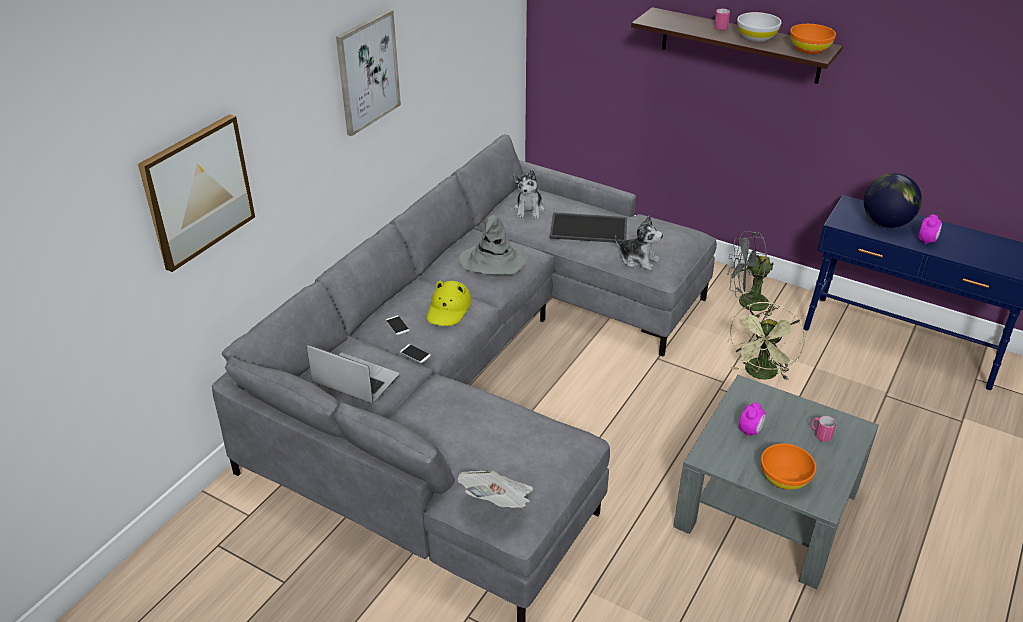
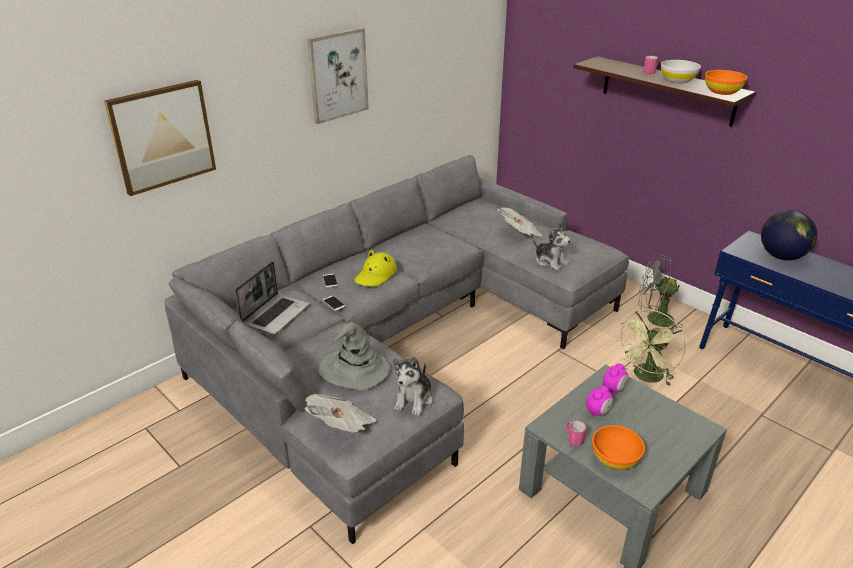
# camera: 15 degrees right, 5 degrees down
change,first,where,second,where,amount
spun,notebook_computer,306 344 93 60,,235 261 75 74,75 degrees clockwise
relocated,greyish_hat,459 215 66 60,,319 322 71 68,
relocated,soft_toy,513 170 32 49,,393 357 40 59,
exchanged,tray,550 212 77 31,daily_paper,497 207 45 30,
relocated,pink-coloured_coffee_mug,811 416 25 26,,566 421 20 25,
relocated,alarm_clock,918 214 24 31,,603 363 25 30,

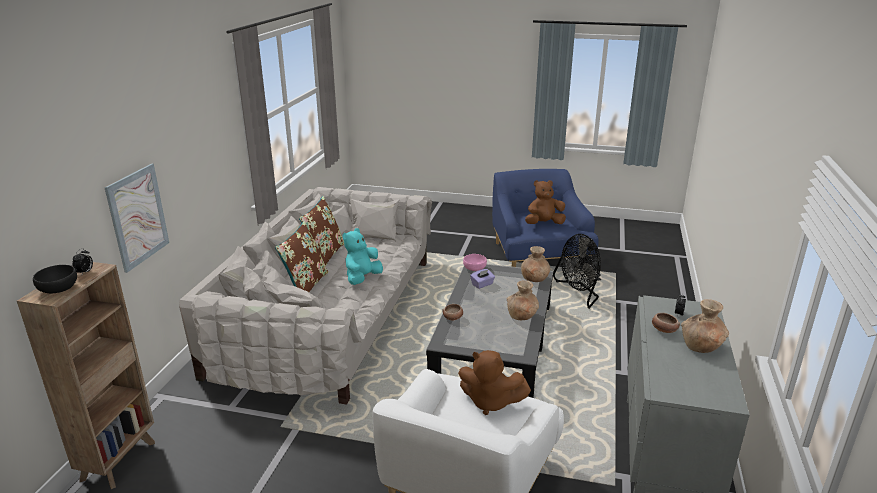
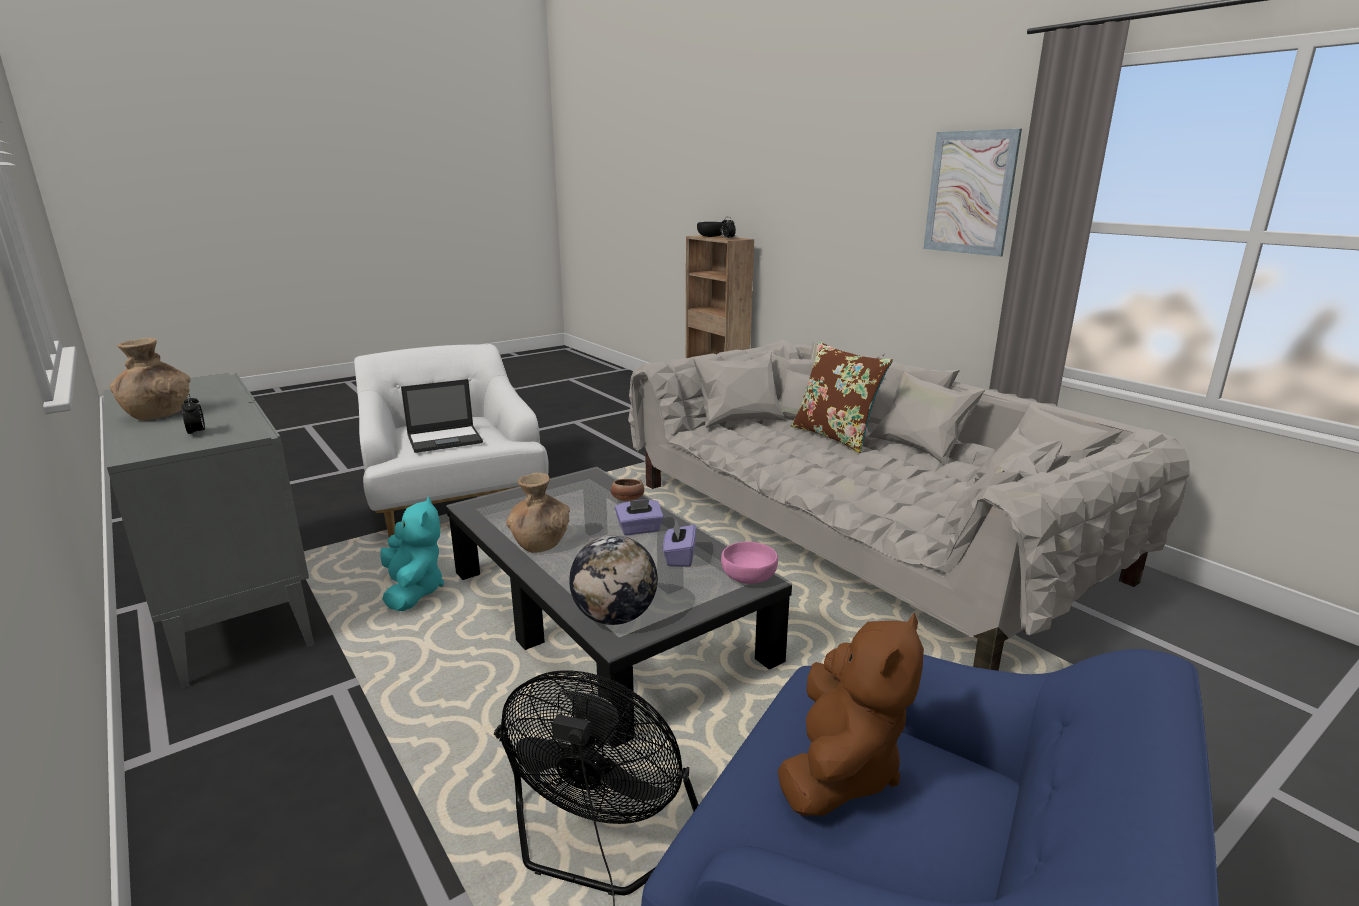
# camera: 130 degrees right, 5 degrees down
change,first,where,second,where,amount
relocated,wall_picture,104 164 65 109,,924 129 98 128,
missing,brown_throw_pillow,299 196 45 70,,,
relocated,turquoise_soft_toy,343 228 40 57,,380 497 64 114,
exchanged,brown_soft_toy,458 350 73 65,notebook_computer,401 379 82 74,
exchanged,brown_flower_vase,521 246 29 36,desk_globe,569 535 89 90,
missing,bowl,652 313 28 20,,,
appeared,,,purple-coloured_box_of_tissues,615 500 49 35,

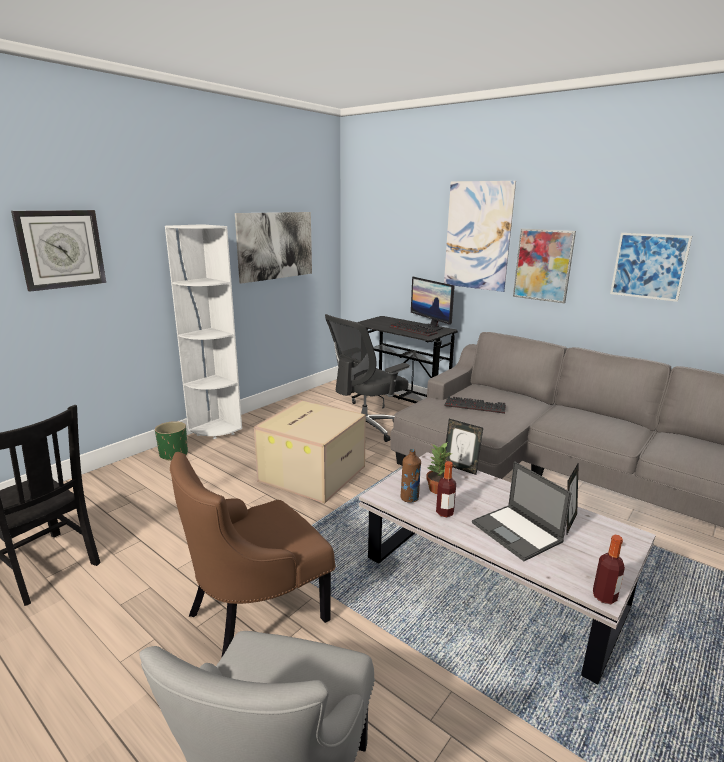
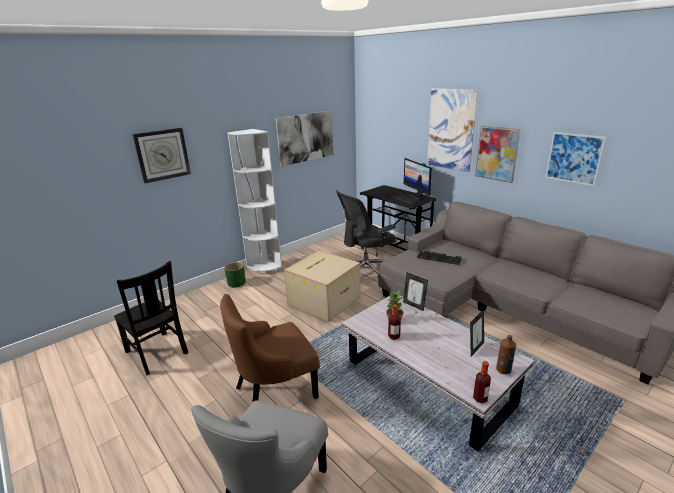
# camera: 10 degrees right, 5 degrees up
change,first,where,second,where,amount
relocated,brown_bottle,401 449 20 54,,496 335 20 39,
missing,notebook_computer,472 461 99 100,,,

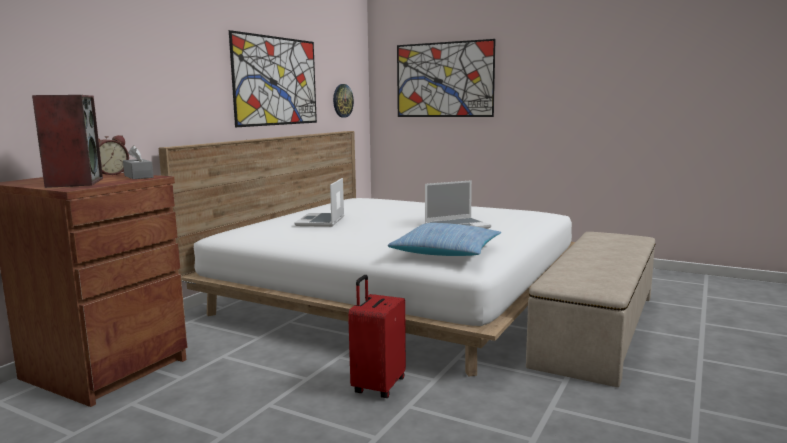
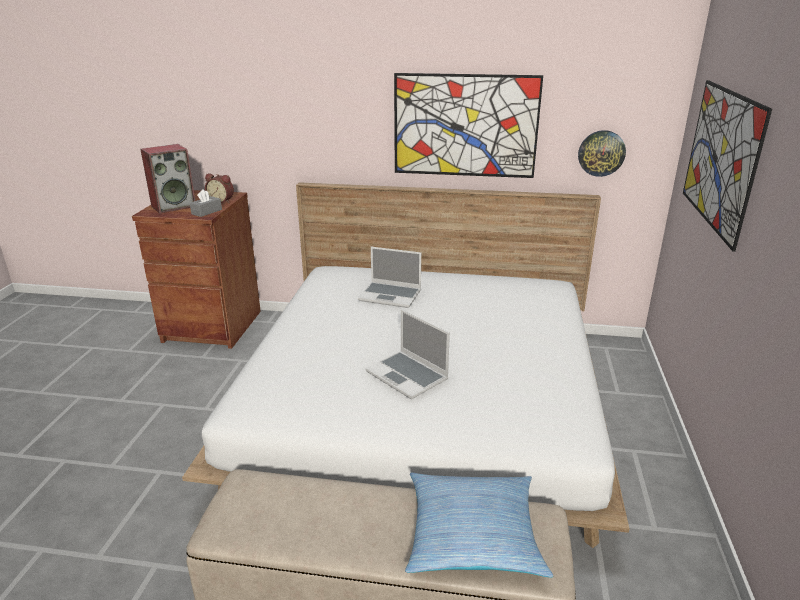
# camera: 70 degrees right, 15 degrees up
change,first,where,second,where,amount
spun,notebook_computer,294 178 50 49,,358 247 63 61,150 degrees counterclockwise
missing,reddish_suitcase,348 275 58 123,,,
relocated,throw_pillow,388 223 113 33,,405 472 148 106,

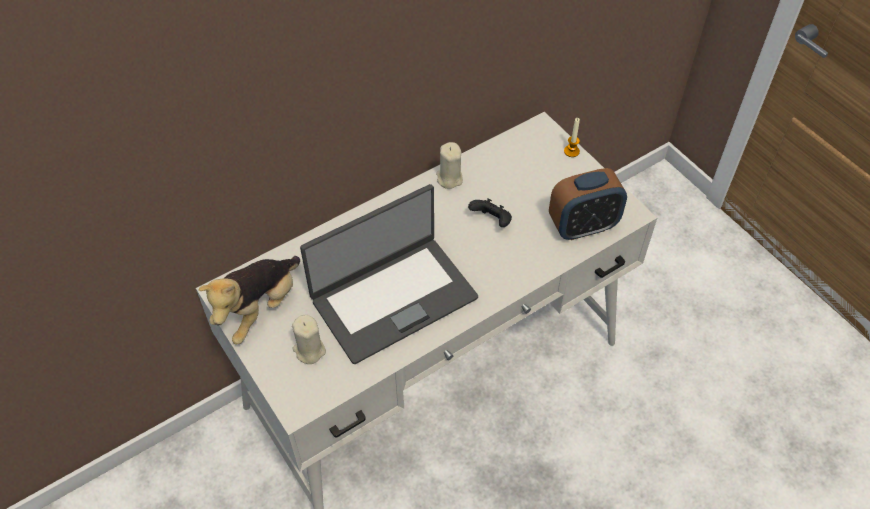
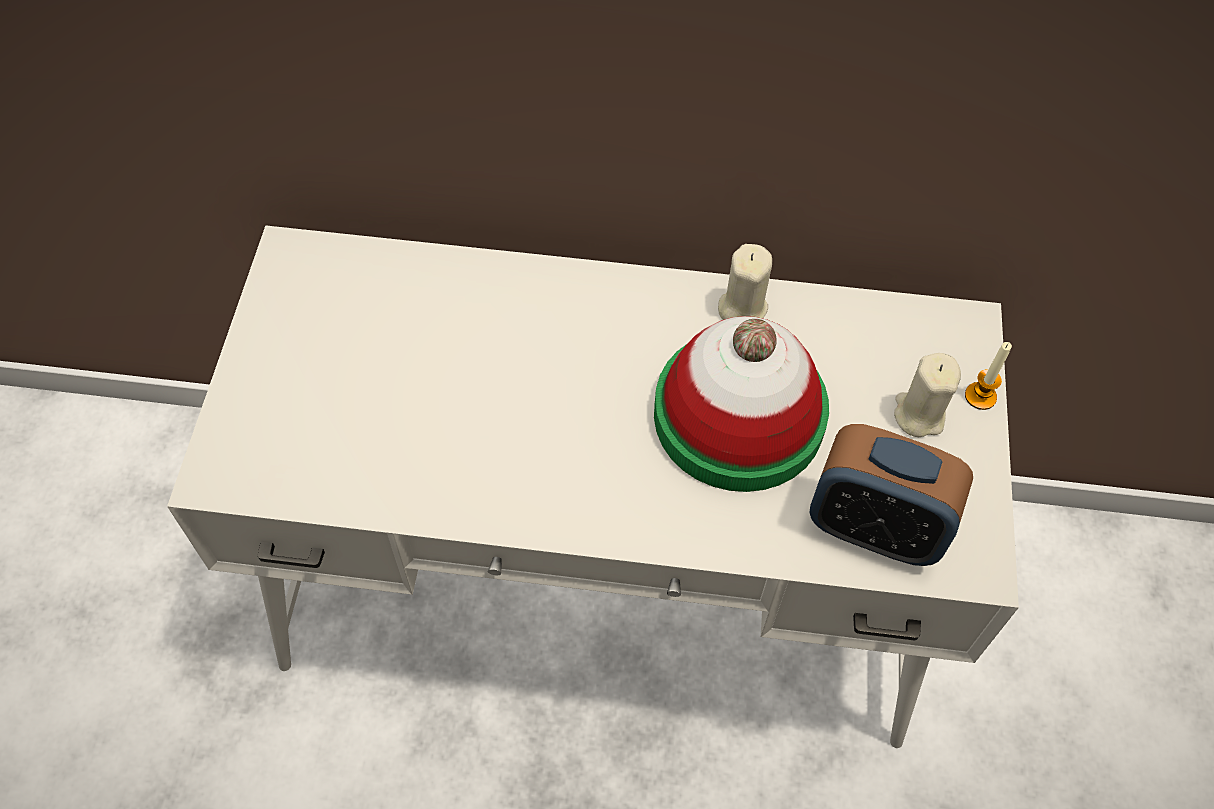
# camera: 40 degrees right, 5 degrees up
change,first,where,second,where,amount
missing,soft_toy,199 256 101 88,,,
relocated,beige_candle,292 315 34 49,,894 353 67 84,
missing,notebook_computer,300 184 178 180,,,
exchanged,black-coloured_gamepad,468 198 44 29,hat,654 316 175 176,

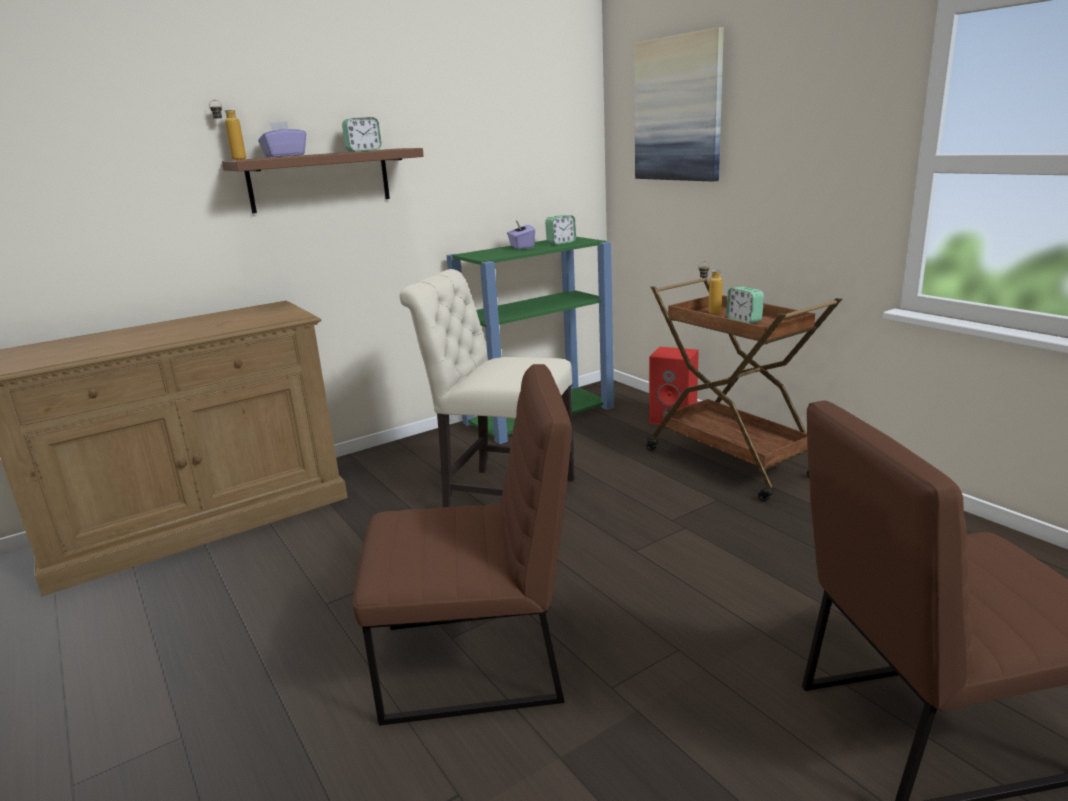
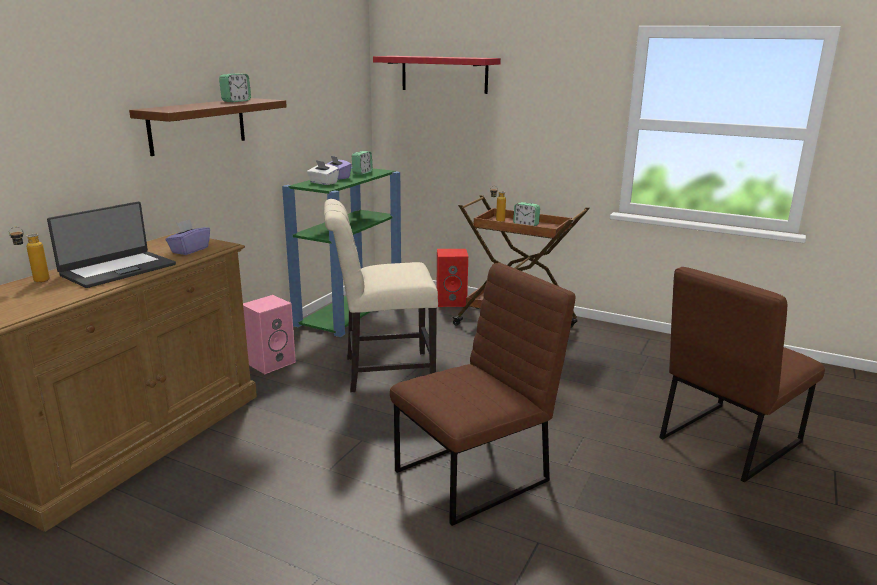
# camera: 30 degrees left, 0 degrees up
change,first,where,second,where,amount
relocated,bottle,209 100 37 60,,9 227 41 55,
relocated,purple-coloured_box_of_tissues,258 121 48 36,,166 219 44 36,
exchanged,wall_picture,634 27 90 155,reddish_shelf,373 56 128 38,
appeared,,,notebook_computer,47 202 129 86,
appeared,,,pink-coloured_audio_speaker,243 295 53 79,
appeared,,,white-coloured_box_of_tissues,307 160 32 25,

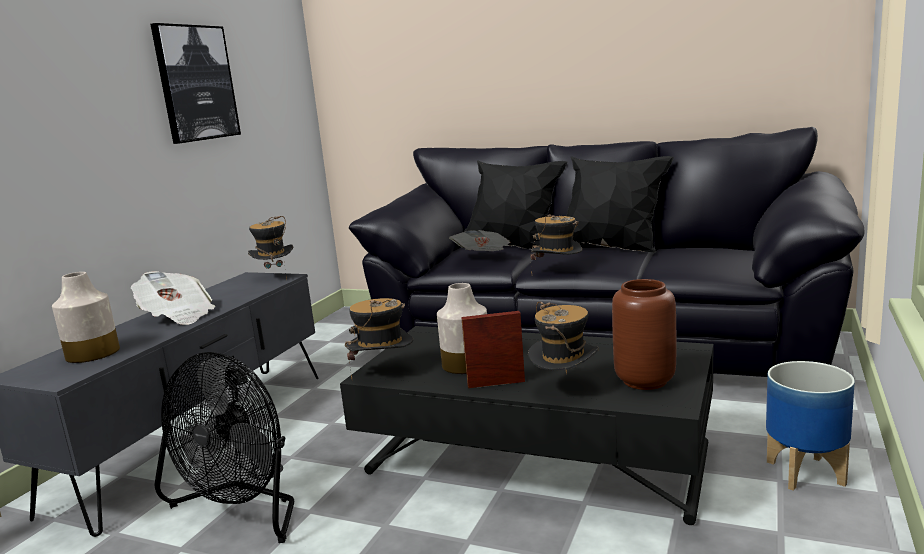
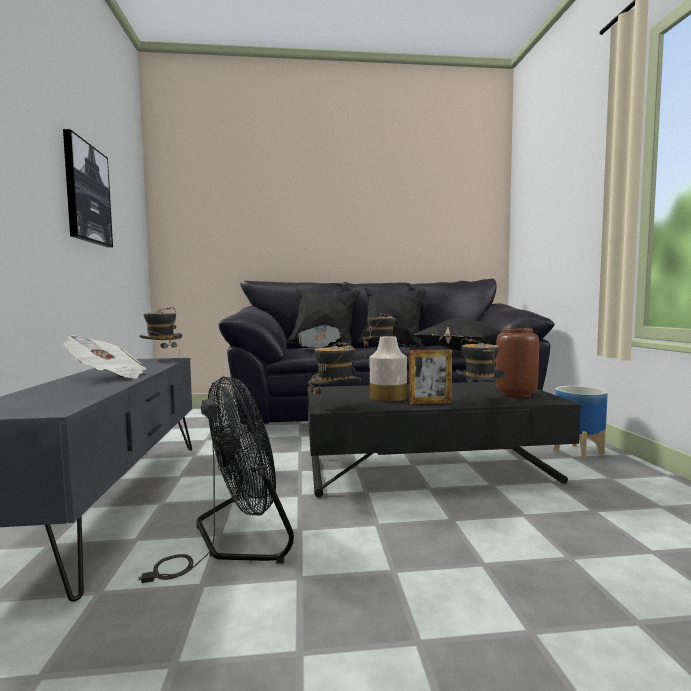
# camera: 30 degrees left, 10 degrees down
change,first,where,second,where,amount
missing,beige_flower_vase,52 272 68 91,,,
spun,black-coloured_electric_fan,154 352 140 191,,137 376 157 207,120 degrees counterclockwise
spun,photo_frame,461 311 64 78,,409 349 43 55,150 degrees counterclockwise
appeared,,,black-coloured_throw_pillow,410 316 92 36,

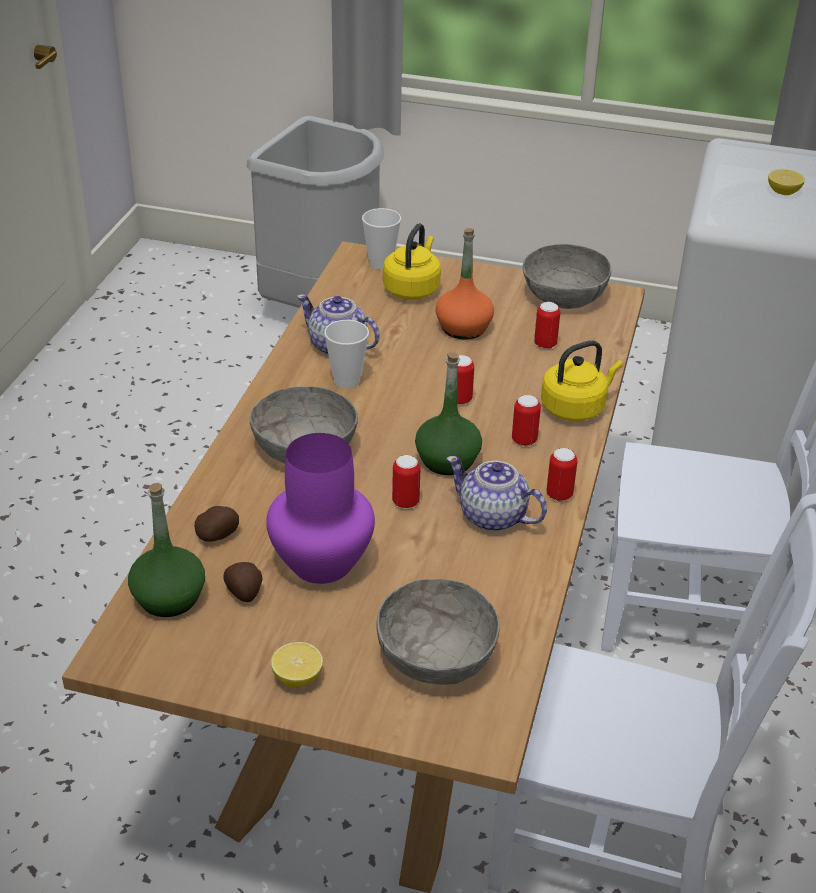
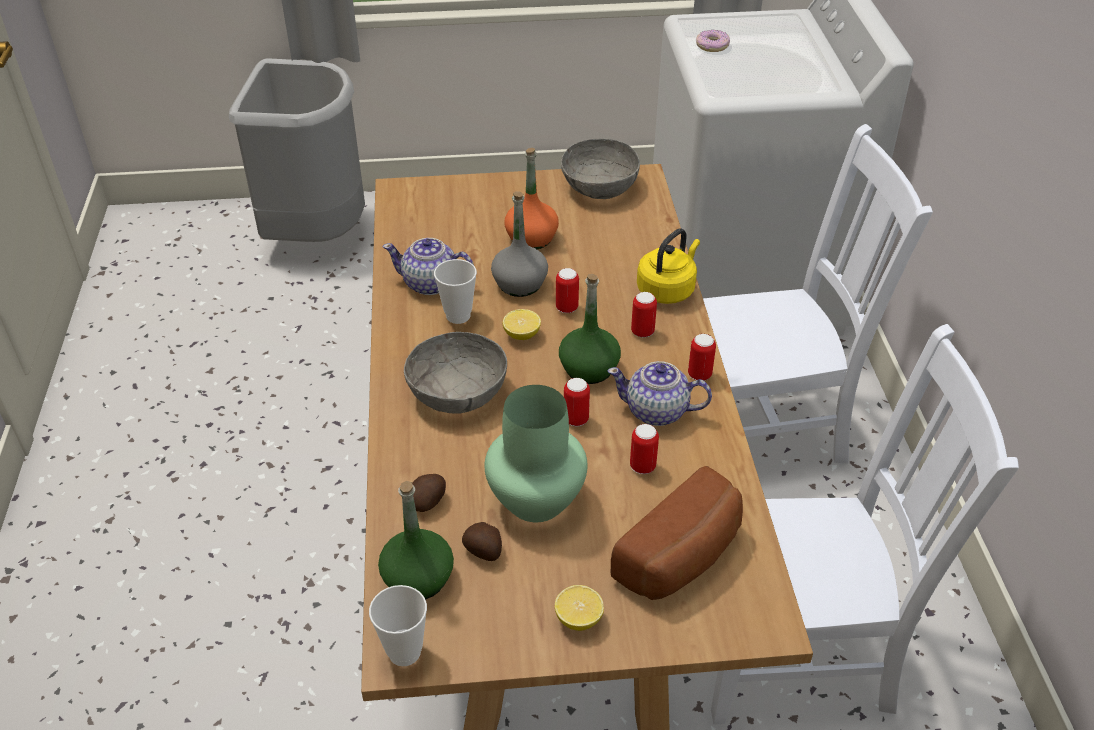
# camera: 20 degrees left, 5 degrees up
change,first,where,second,where,amount
colour,purple-coloured_flower_vase,266 433 109 151,green_flower_vase,484 385 103 137,
relocated,small_cup,362 208 39 61,,369 585 58 81,
exchanged,greyish_bowl,377 579 122 106,bakery_bread,611 466 132 134,
missing,yellowish_water_kettle,383 223 58 77,,,
relocated,can,534 302 26 47,,630 424 29 50,
relocated,citrus_fruit,768 169 37 26,,503 309 38 31,
appeared,,,greyish_bottle,491 191 57 106,
appeared,,,donut,696 30 34 22,

